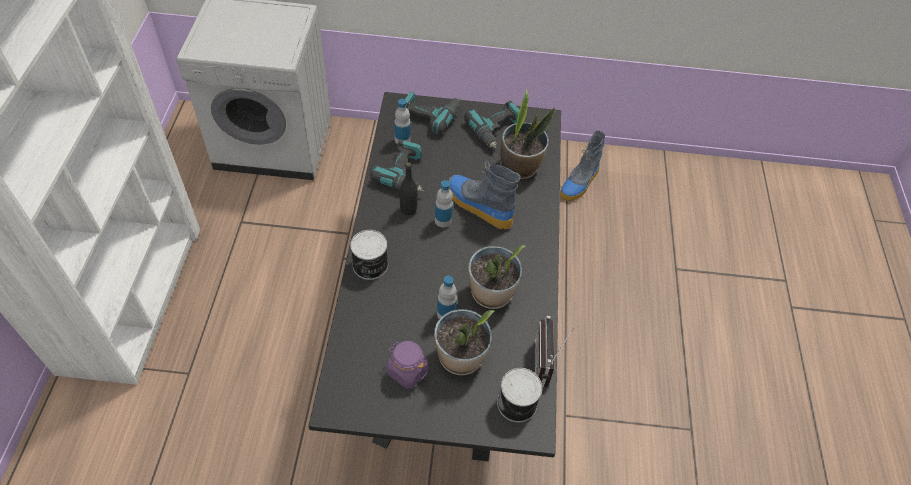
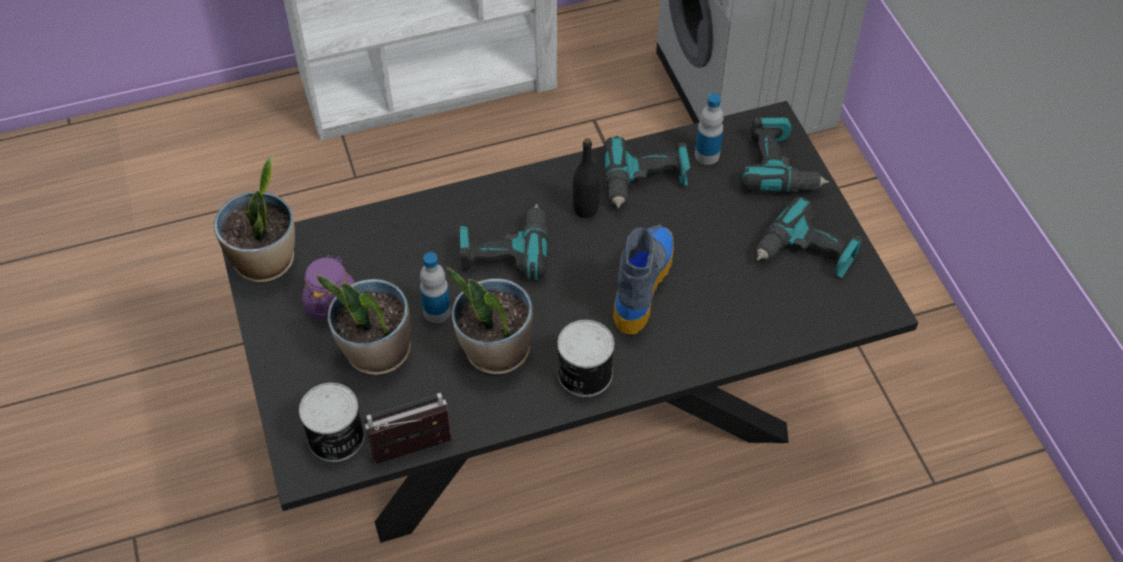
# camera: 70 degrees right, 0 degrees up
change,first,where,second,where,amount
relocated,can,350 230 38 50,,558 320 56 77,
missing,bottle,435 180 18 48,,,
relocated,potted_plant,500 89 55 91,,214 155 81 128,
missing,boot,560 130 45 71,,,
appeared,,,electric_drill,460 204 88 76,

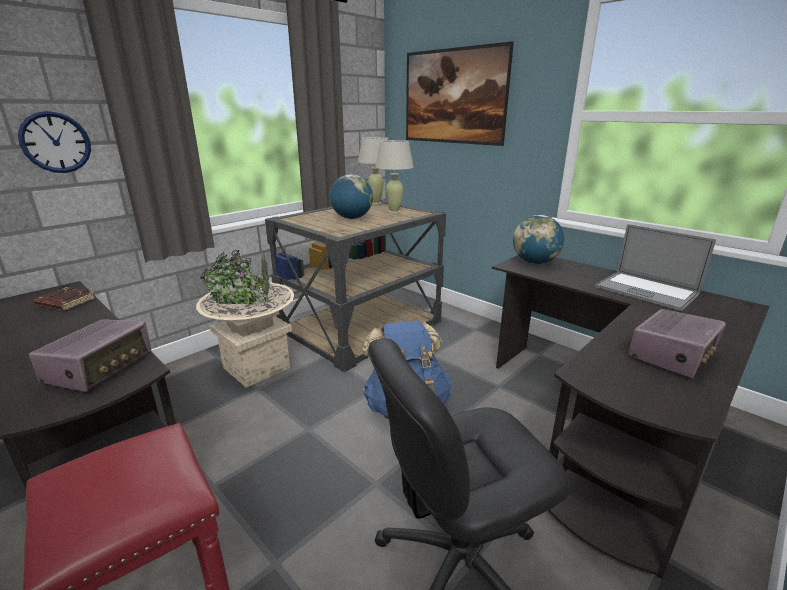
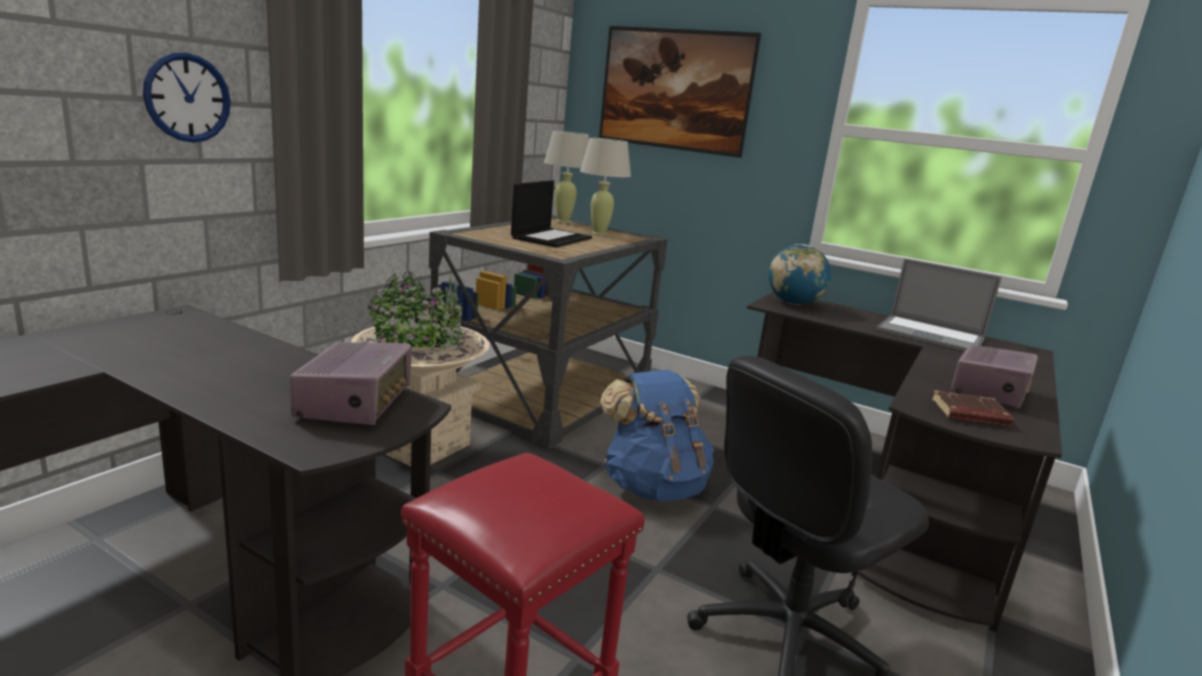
# camera: 15 degrees left, 5 degrees down
change,first,where,second,where,amount
relocated,brown_volume,34 287 61 24,,932 390 82 36,
exchanged,desk_globe,330 174 43 45,notebook_computer,511 180 81 68,

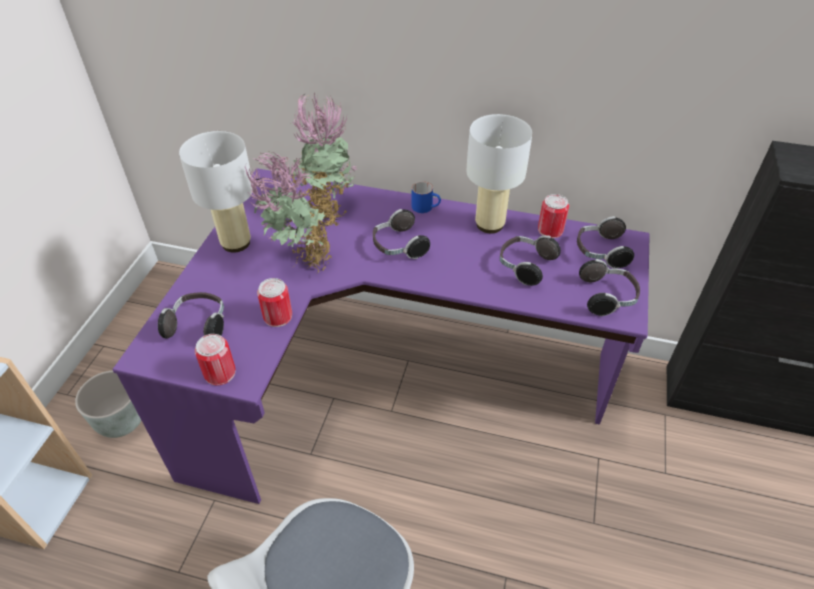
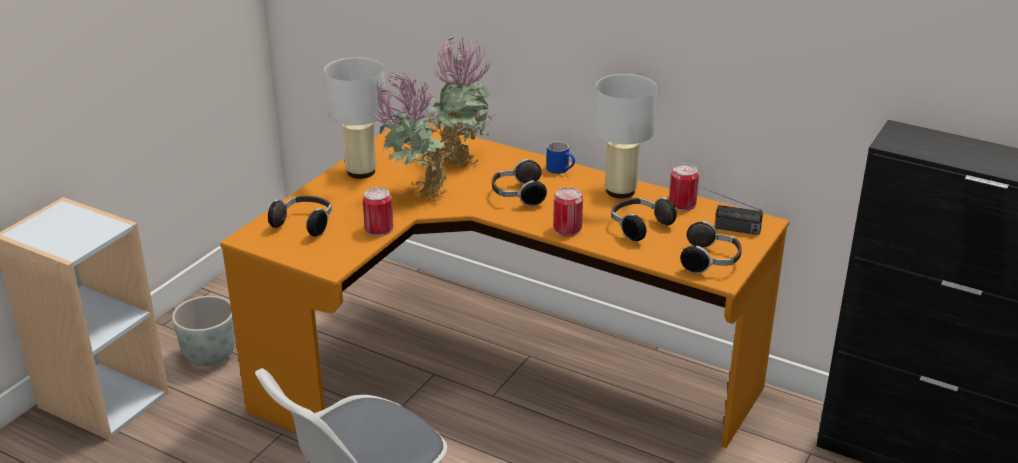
# camera: 15 degrees right, 15 degrees down
change,first,where,second,where,amount
colour,purple-coloured_desk_table,112 168 538 336,orange_desk_table,220 125 570 323,
relocated,can,195 334 40 52,,553 187 30 49,
exchanged,headphones,577 216 57 53,radio,695 185 68 50,

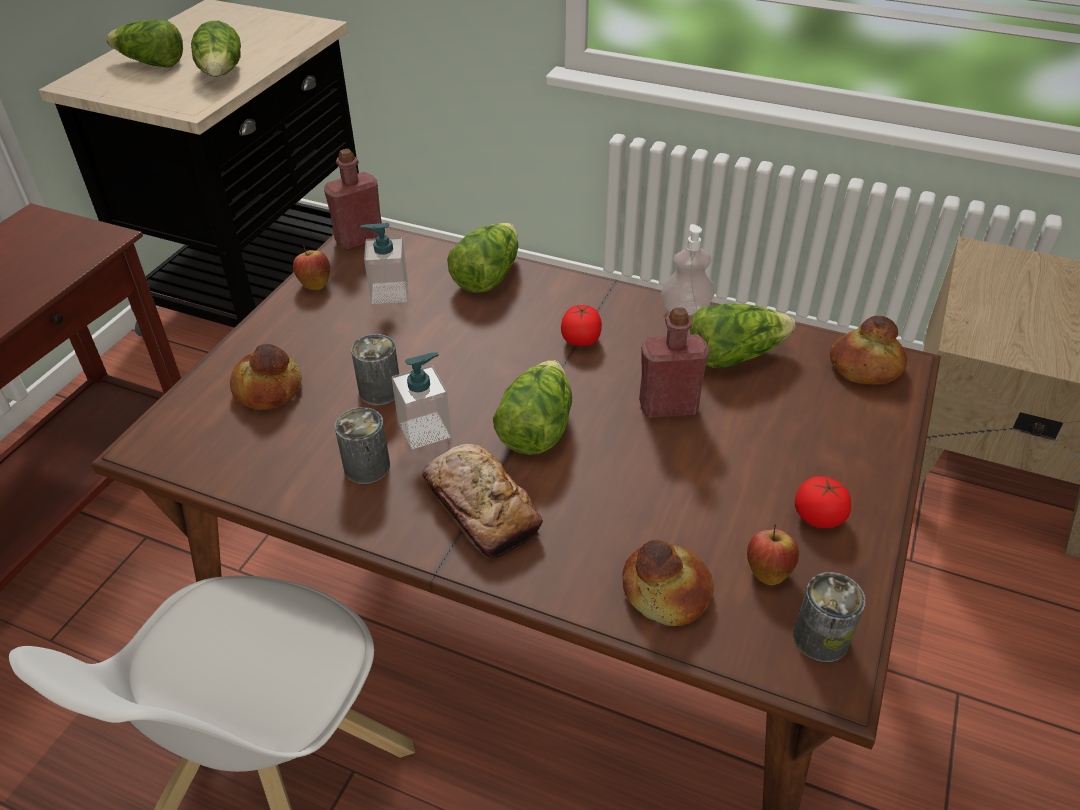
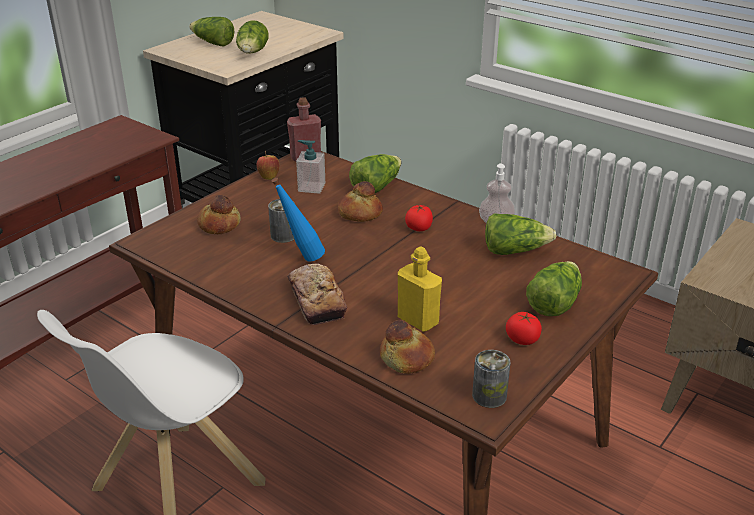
# camera: 15 degrees right, 10 degrees down
change,first,where,second,where,amount
missing,can,335 407 55 77,,,
exchanged,soap_bottle,392 352 59 98,bluish_bottle,272 178 53 84,
relocated,lettuce_head,493 360 79 95,,526 261 56 55,
missing,reddish_bottle,639 307 70 111,,,
missing,apple,747 524 52 61,,,
relocated,bakery_bread,830 316 77 68,,338 181 45 41,
appeared,,,yellowish_bottle,398 247 44 85,

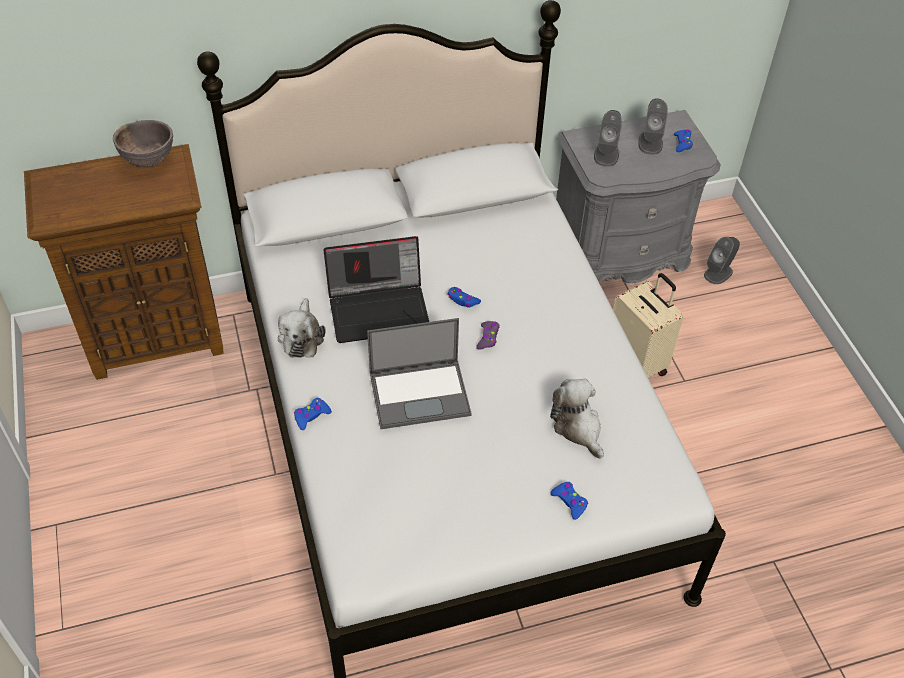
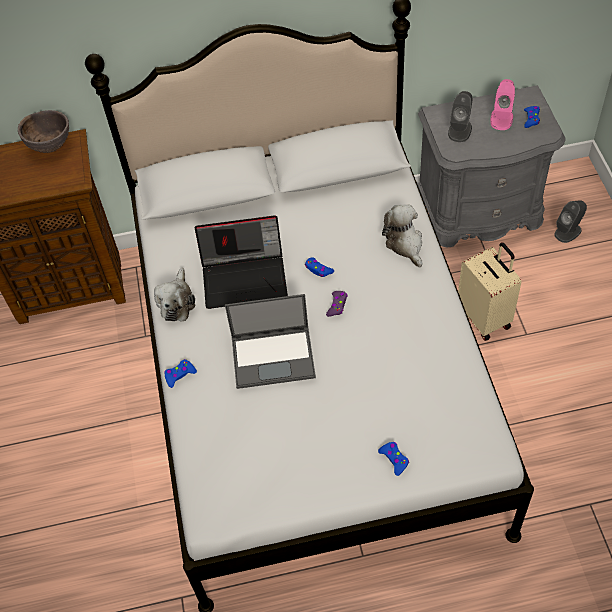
# camera: 10 degrees right, 5 degrees up
change,first,where,second,where,amount
relocated,soft_toy,550 379 54 80,,382 204 40 63,
colour,greyish_audio_speaker,638 98 30 57,pink-coloured_audio_speaker,490 79 25 51,

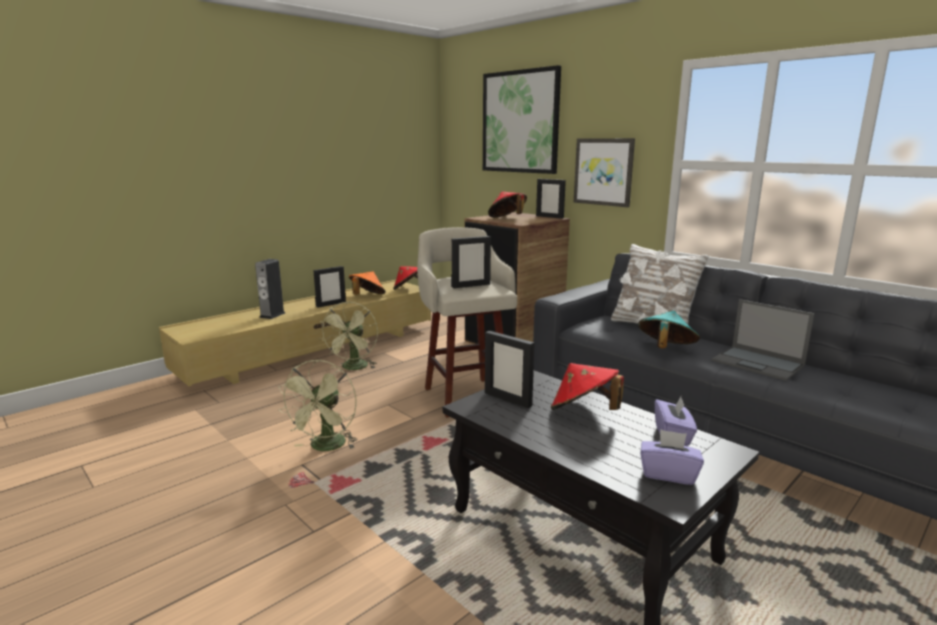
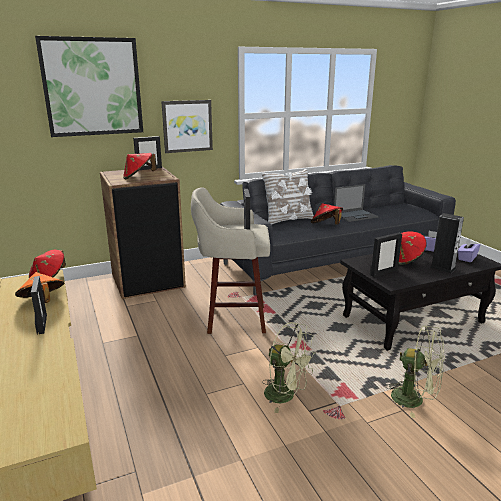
# camera: 70 degrees left, 5 degrees up
change,first,where,second,where,amount
relocated,audio_speaker,255 259 30 60,,430 213 34 60,
relocated,green_electric_fan,320 301 58 69,,384 325 60 93,
colour,turquoise_hat,638 311 62 38,reddish_hat,311 203 32 21,

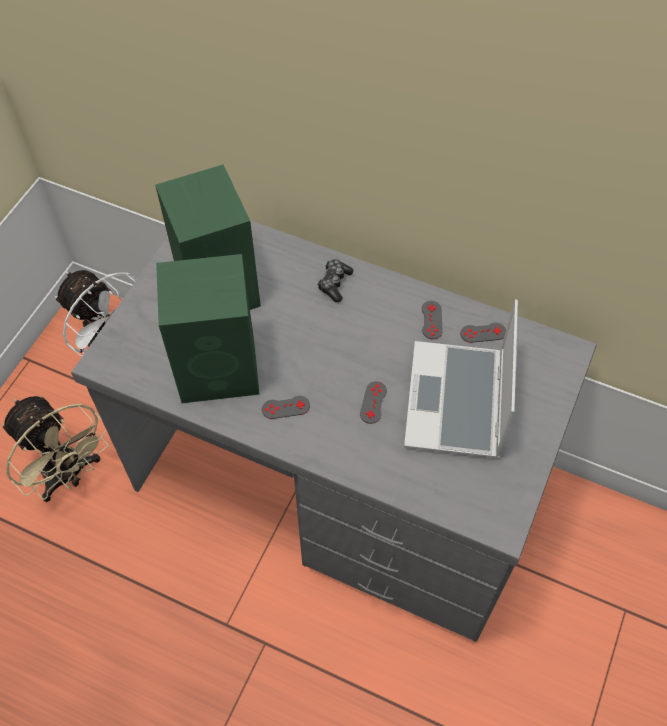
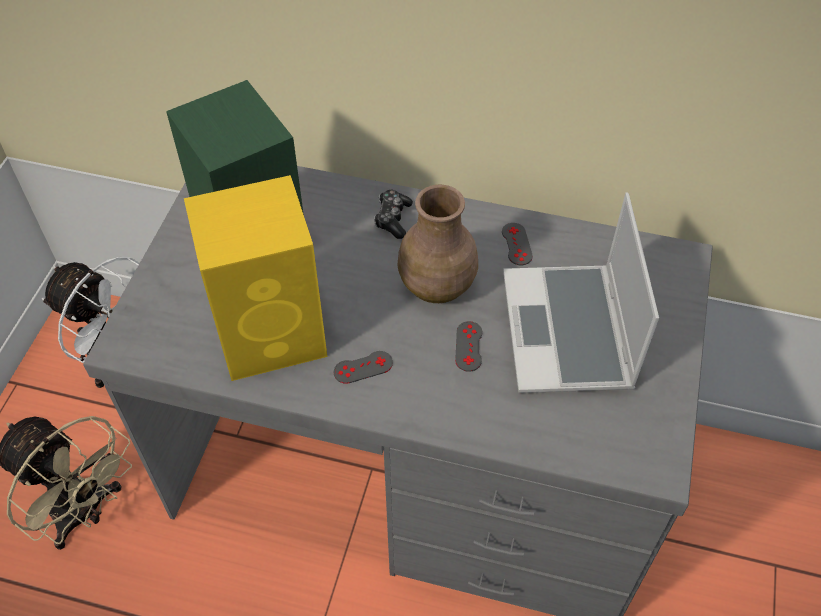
# camera: 10 degrees left, 5 degrees down
change,first,where,second,where,amount
colour,green_audio_speaker,156 254 104 149,yellowish_audio_speaker,184 175 143 206,
missing,greyish_gamepad,460 323 46 20,,,
appeared,,,brown_flower_vase,398 185 80 118,

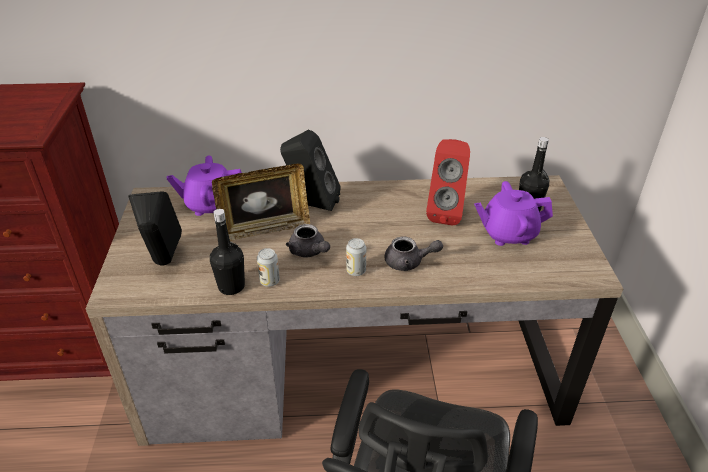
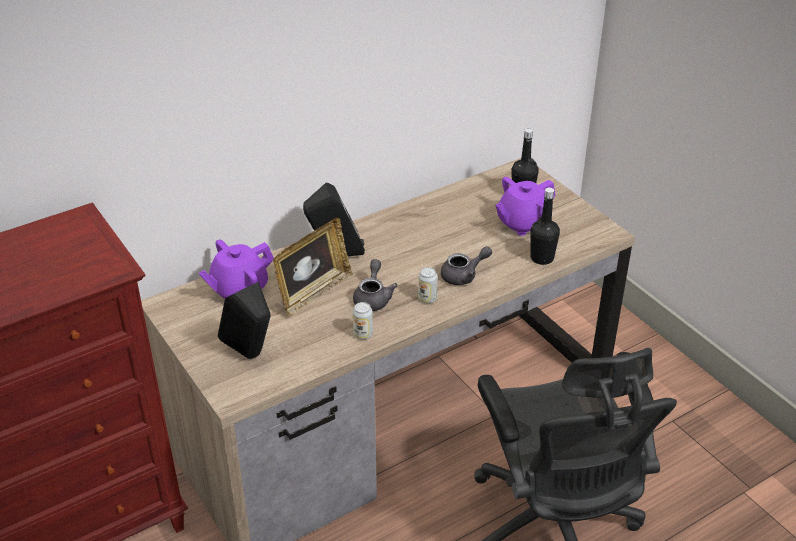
# camera: 30 degrees left, 0 degrees up
change,first,where,second,where,amount
relocated,black-coloured_bottle,210 209 35 86,,530 188 30 77,
spun,greyish_pot_for_tea,286 224 44 33,,353 259 45 52,105 degrees counterclockwise
missing,reddish_audio_speaker,426 139 44 87,,,

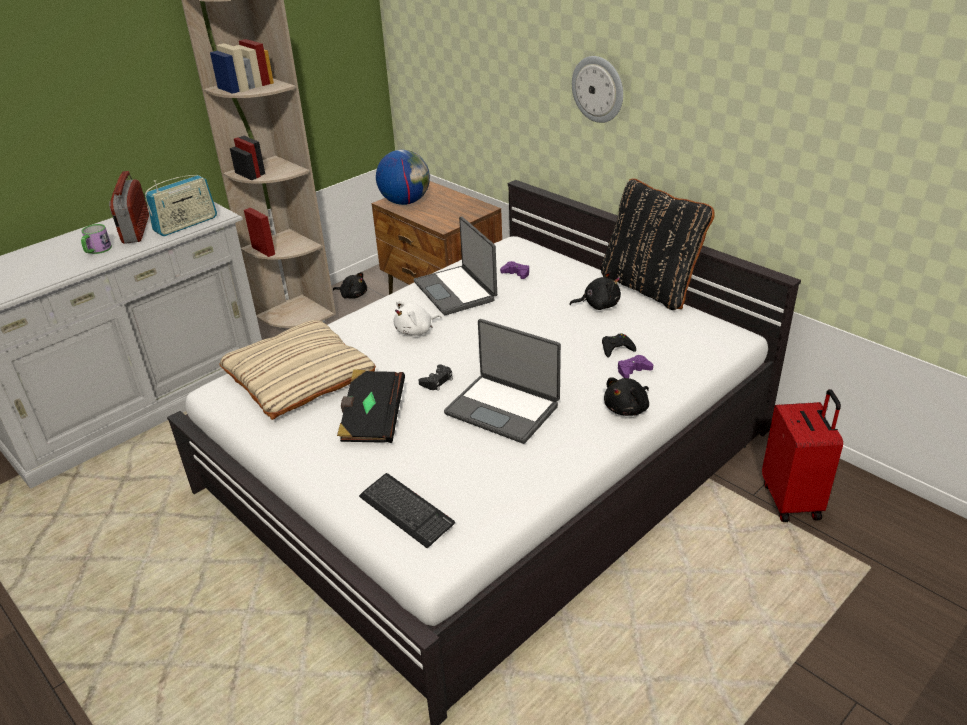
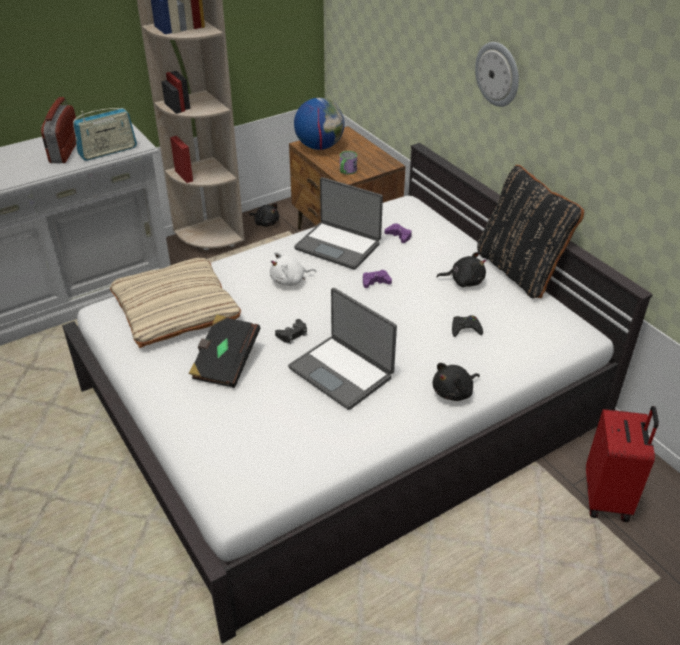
# camera: 10 degrees right, 5 degrees up
change,first,where,second,where,amount
relocated,coffee_mug,81 224 31 30,,340 151 17 23,
missing,PC_keyboard,359 473 96 76,,,
spun,notebook_computer,414 217 83 98,,294 177 89 93,45 degrees counterclockwise
relocated,purple-coloured_gamepad,618 355 35 23,,363 270 29 18,

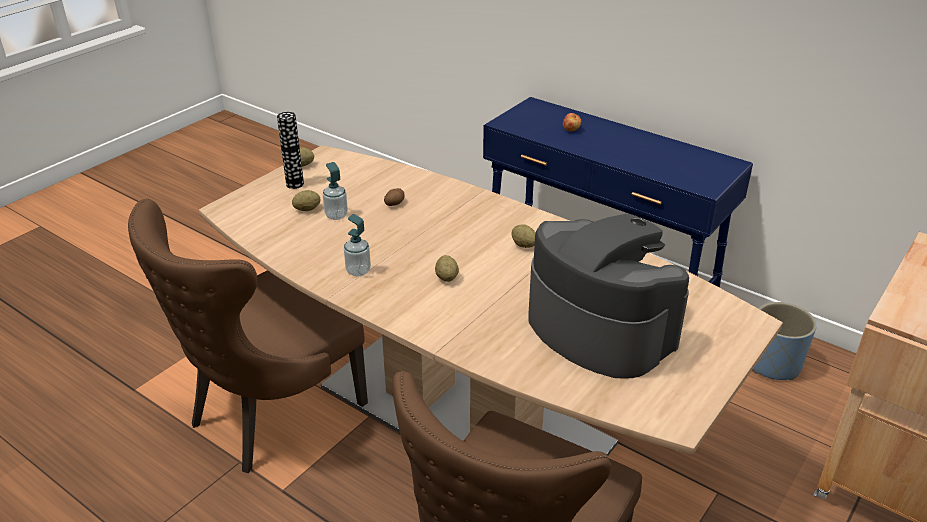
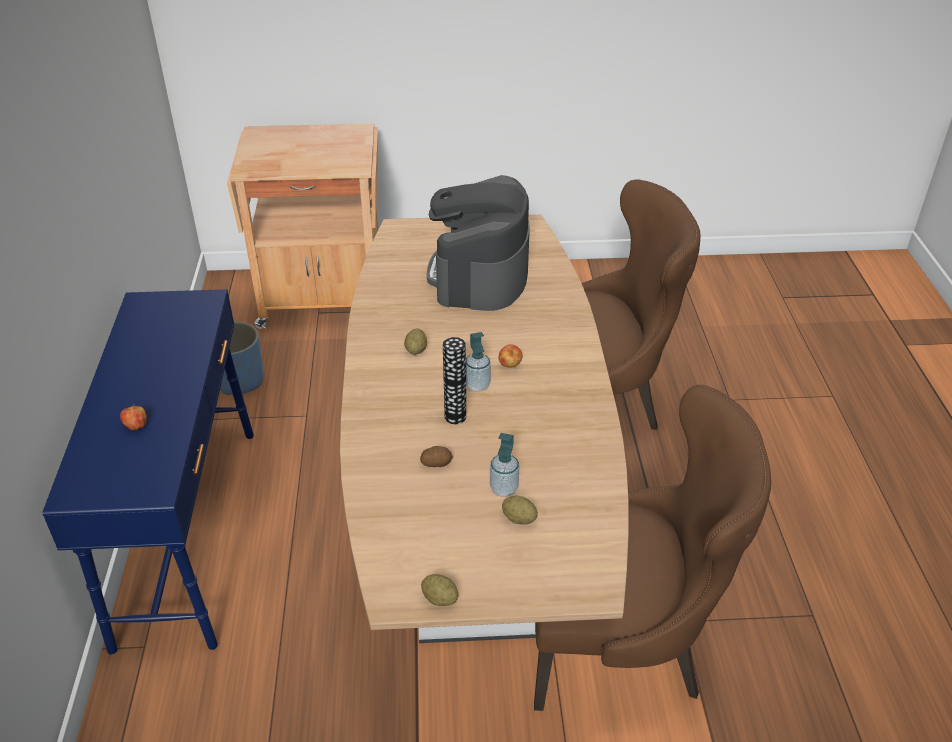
# camera: 130 degrees left, 5 degrees up
change,first,where,second,where,amount
relocated,flower_vase,277 112 27 77,,443 337 23 87,
relocated,soap_bottle,344 214 27 63,,466 332 25 59,
exchanged,whole_potato,435 255 24 27,apple,498 344 24 24,

